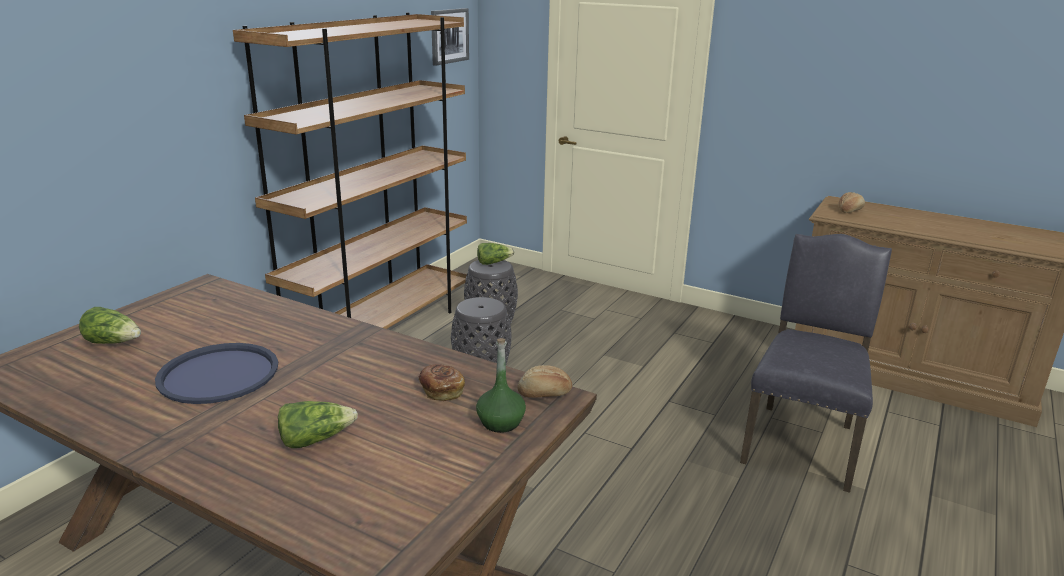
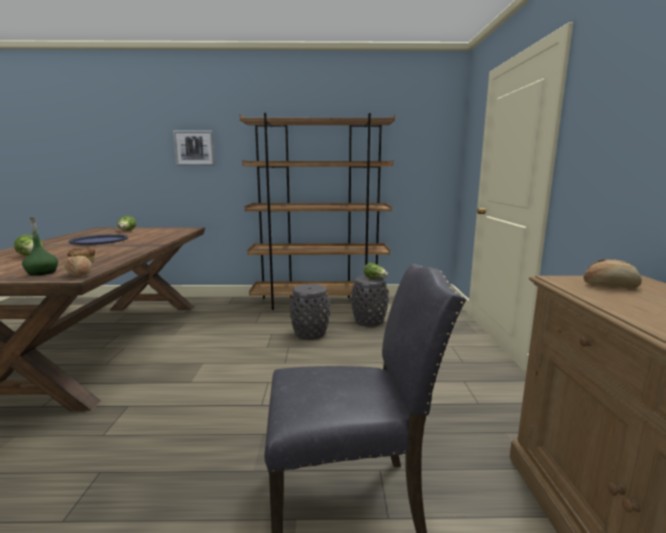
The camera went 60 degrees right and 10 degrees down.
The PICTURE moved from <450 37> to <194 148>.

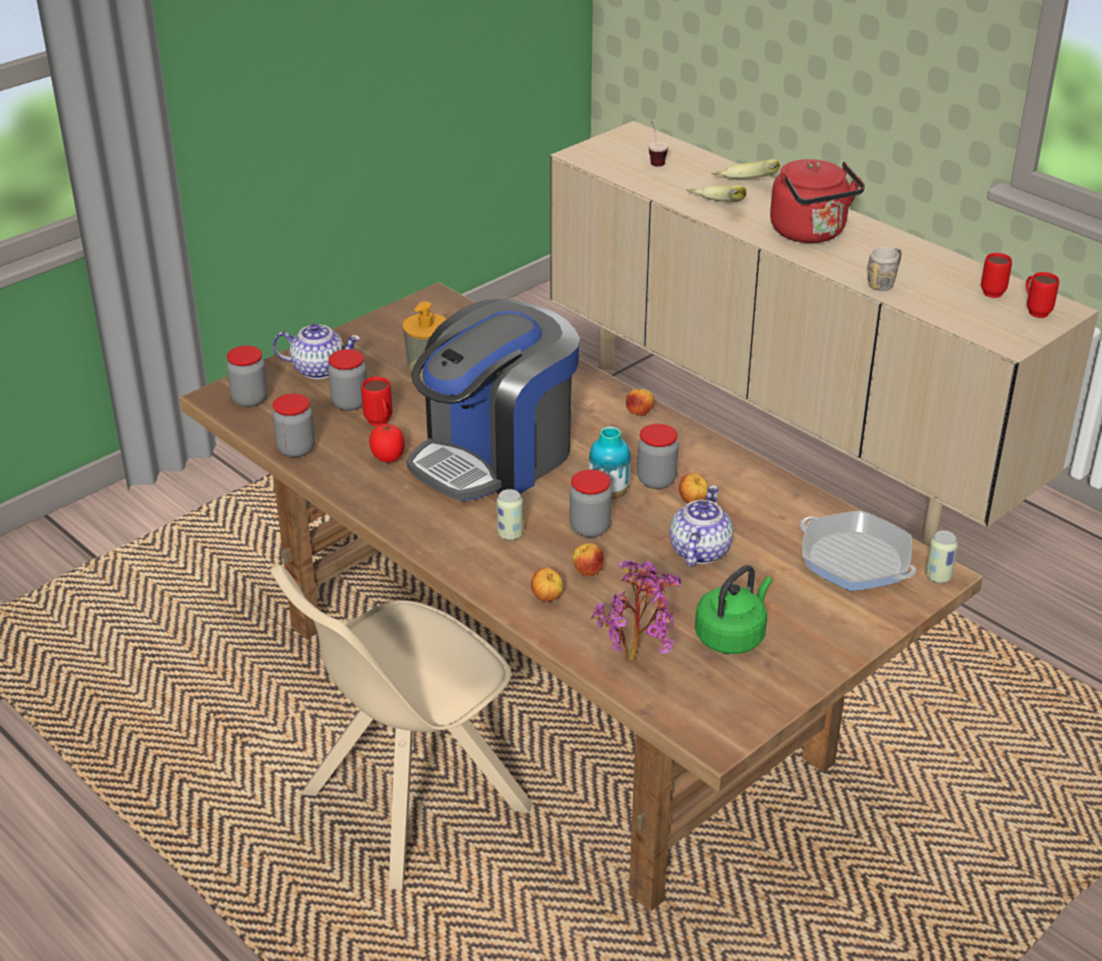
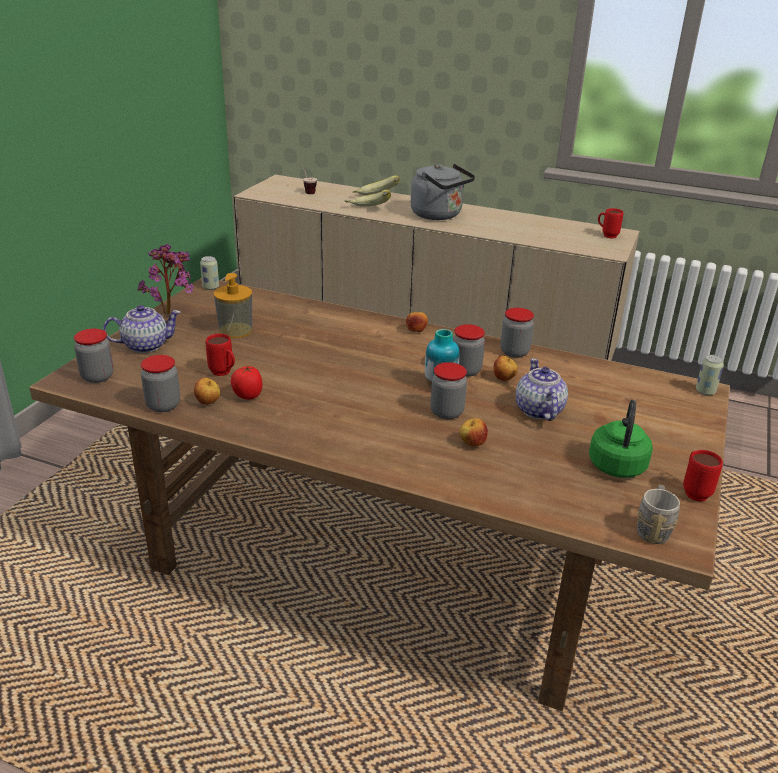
The camera went 25 degrees left and 5 degrees down.
The POTTED PLANT moved from <636 610> to <165 279>.
The APPLE moved from <547 584> to <207 391>.
The CAN moved from <510 514> to <209 273>.
The RED KETTLE at <817 201> became the GREY KETTLE at <443 192>.
The JAR moved from <347 380> to <517 333>.
The GREY MUG moved from <884 269> to <658 514>.
The RED MUG moved from <996 275> to <703 476>.
The BEIGE CHAIR at <402 727> disappeared.
The COFFEE MACHINE at <493 400> disappeared.
The FRYING PAN at <858 551> disappeared.

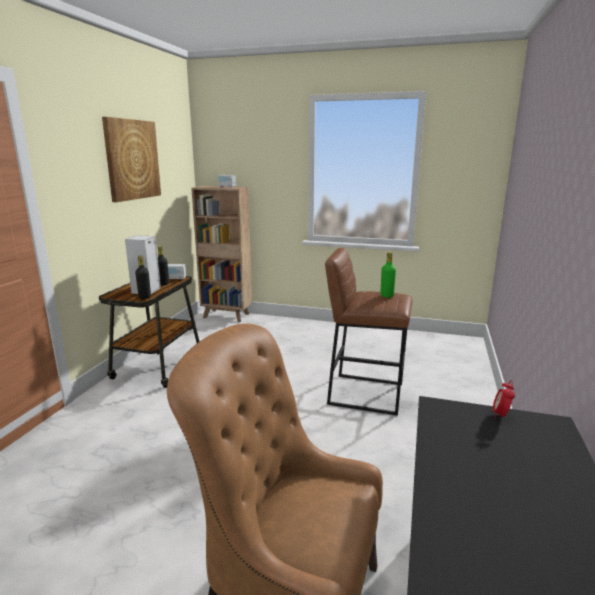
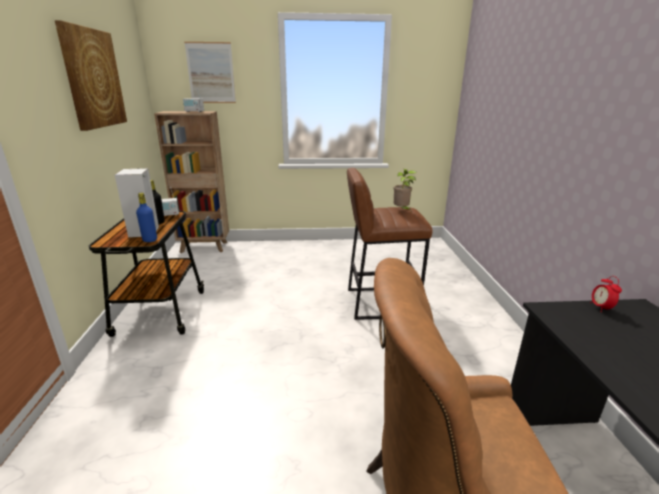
The camera went 20 degrees left and 5 degrees up.
The BLACK BOTTLE at <143 277> became the BLUE BOTTLE at <146 217>.
The PICTURE at <210 72> appeared.
The GREEN BOTTLE at <388 275> was replaced by the POTTED PLANT at <405 190>.

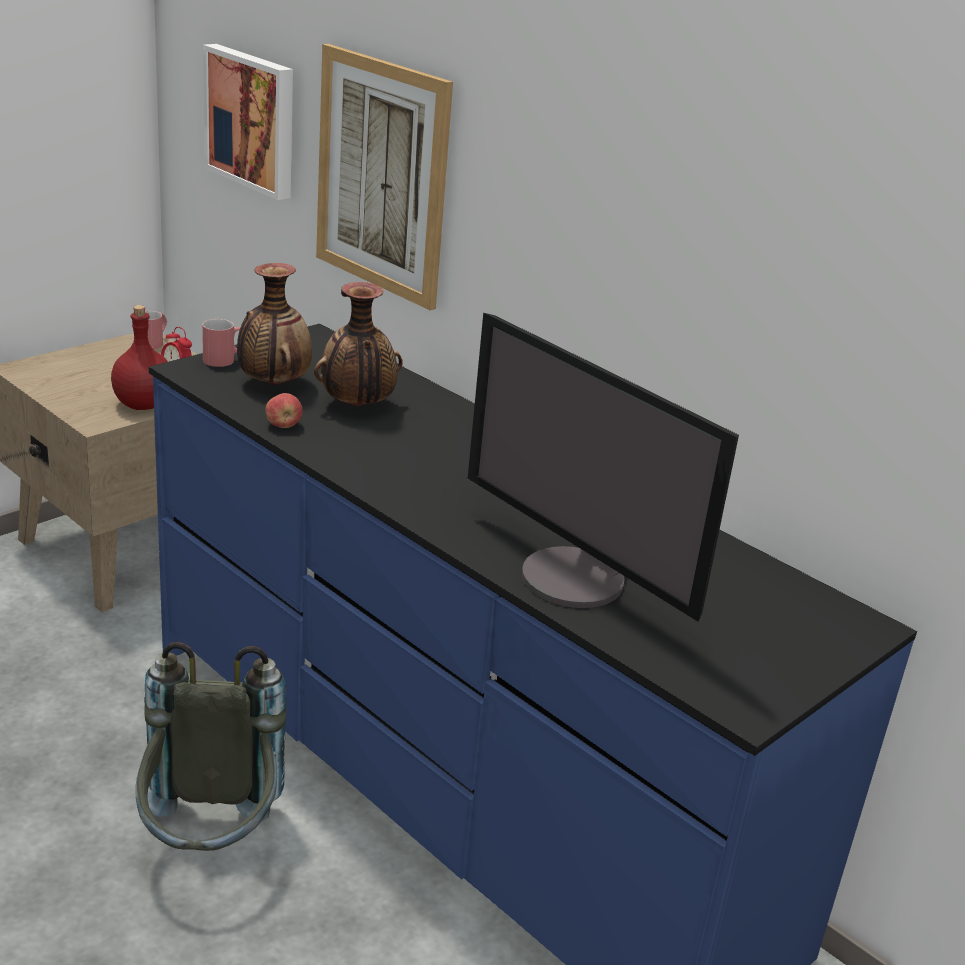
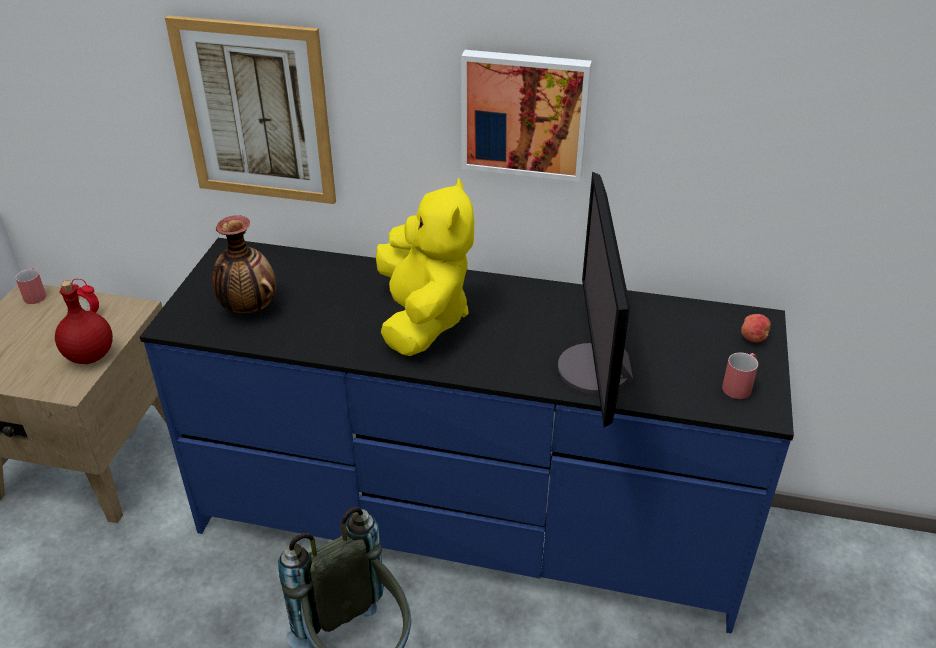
The camera went 30 degrees left and 10 degrees up.
The YELLOW PLUSH TOY at <425 267> appeared.
The PICTURE moved from <248 122> to <526 116>.
The MONITOR at <603 467> turned 75 degrees clockwise.
The RED MUG moved from <221 343> to <740 376>.
The APPLE moved from <284 410> to <756 328>.
The VASE at <358 344> disappeared.

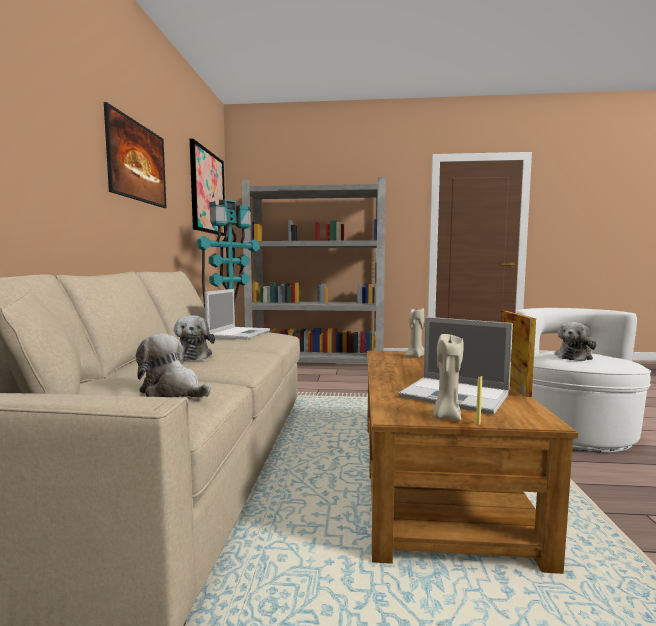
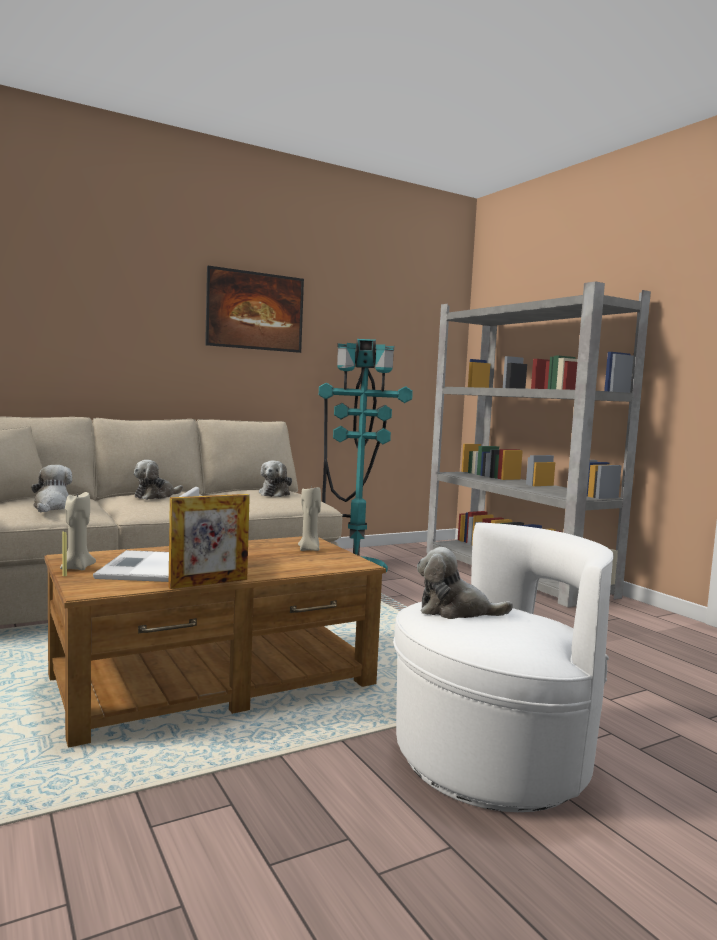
The camera went 55 degrees right and 0 degrees up.
The LAPTOP at <237 314> was replaced by the PLUSH TOY at <275 478>.
The PICTURE at <208 187> disappeared.

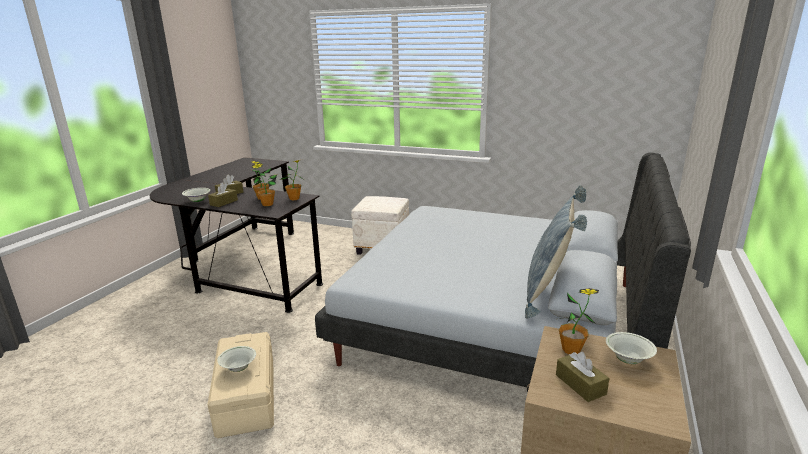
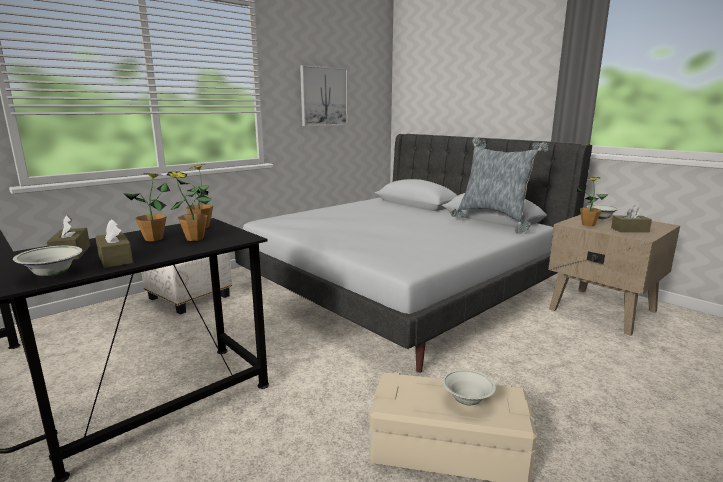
The camera went 65 degrees left and 5 degrees down.
The PICTURE at <324 95> appeared.

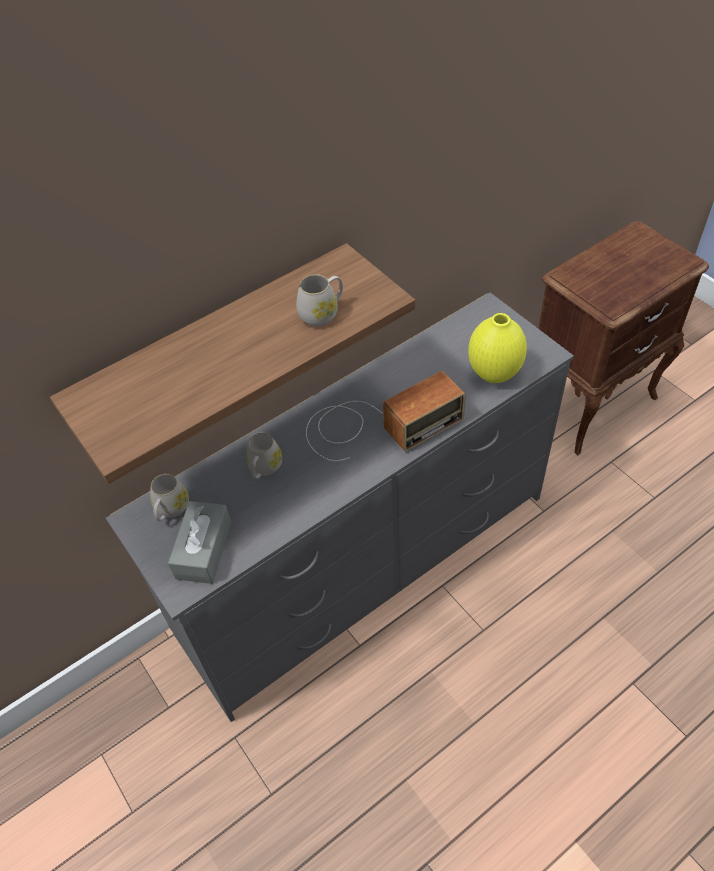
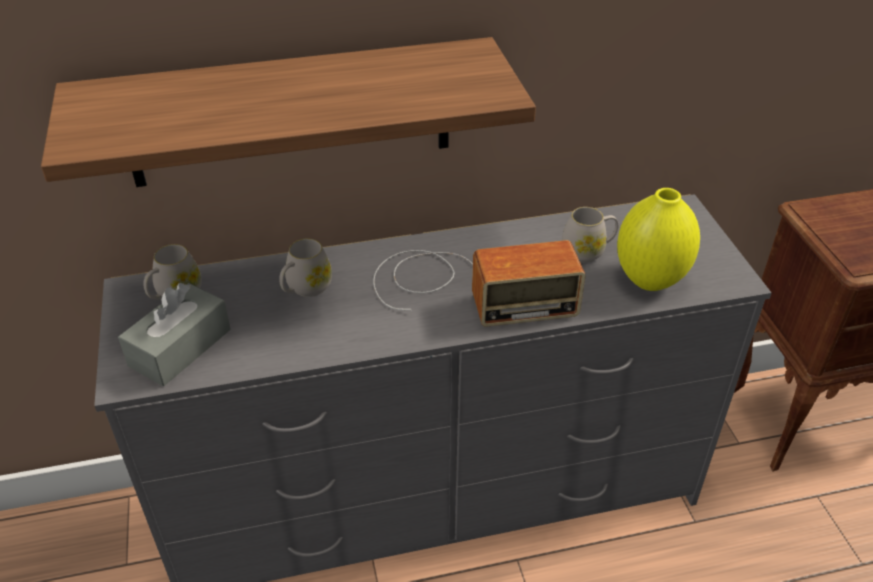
The camera went 20 degrees right and 10 degrees down.
The WHITE MUG moved from <319 300> to <590 235>.

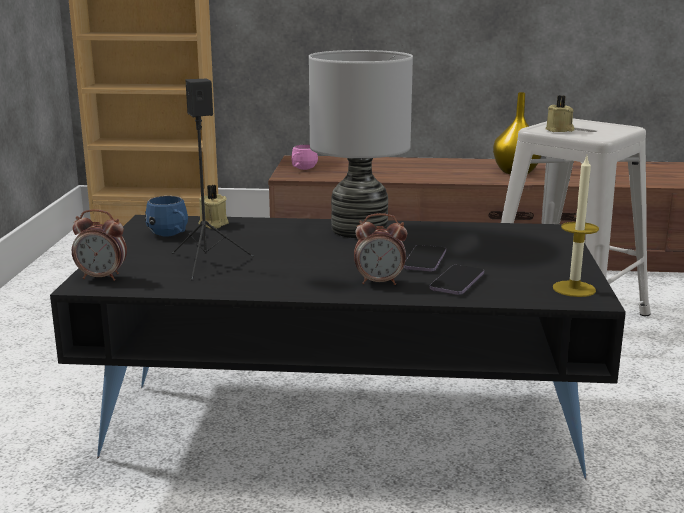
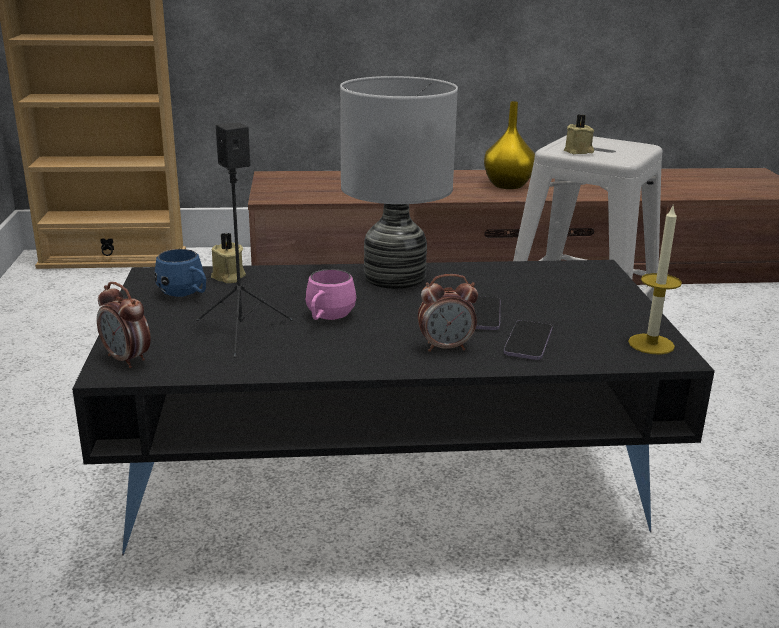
The camera went 10 degrees left and 5 degrees up.
The ALARM CLOCK at <99 245> turned 45 degrees clockwise.
The PINK MUG moved from <304 157> to <330 294>.

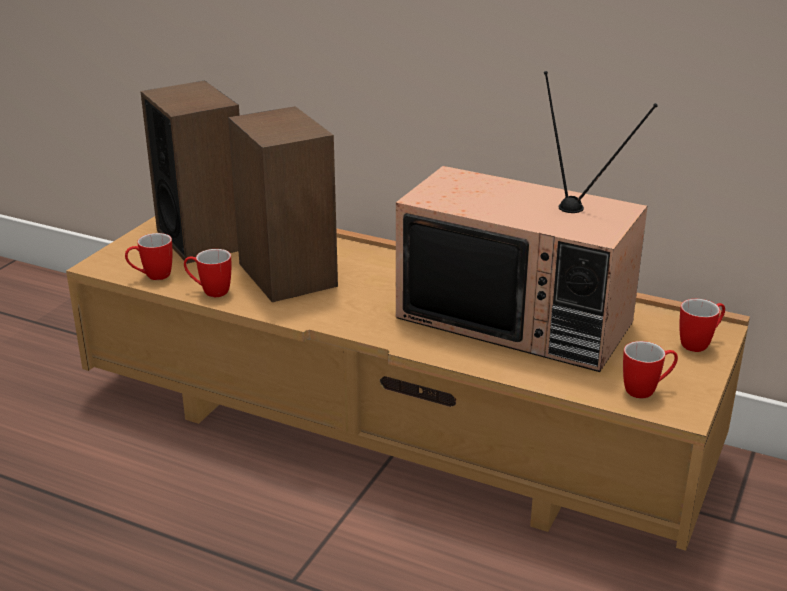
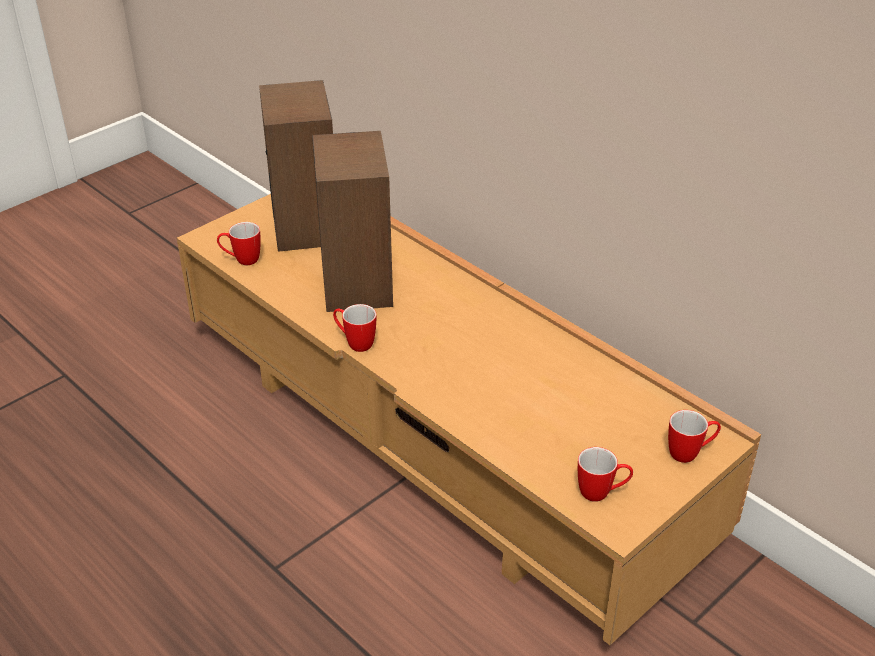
The camera went 20 degrees right and 10 degrees up.
The MUG moved from <207 273> to <354 328>.
The TELEVISION at <527 221> disappeared.

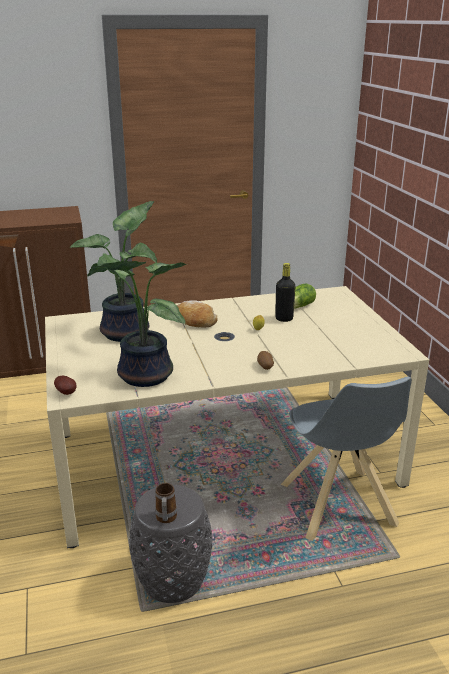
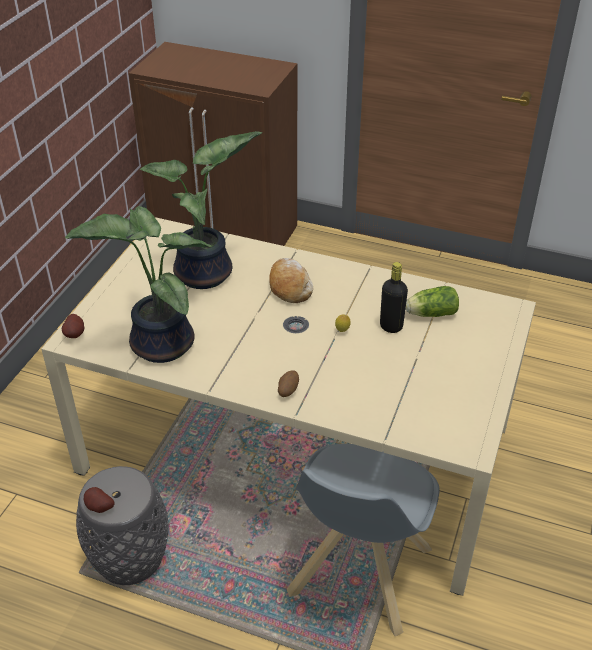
The camera went 35 degrees right and 15 degrees up.
The MUG at <166 503> was replaced by the POTATO at <99 500>.

